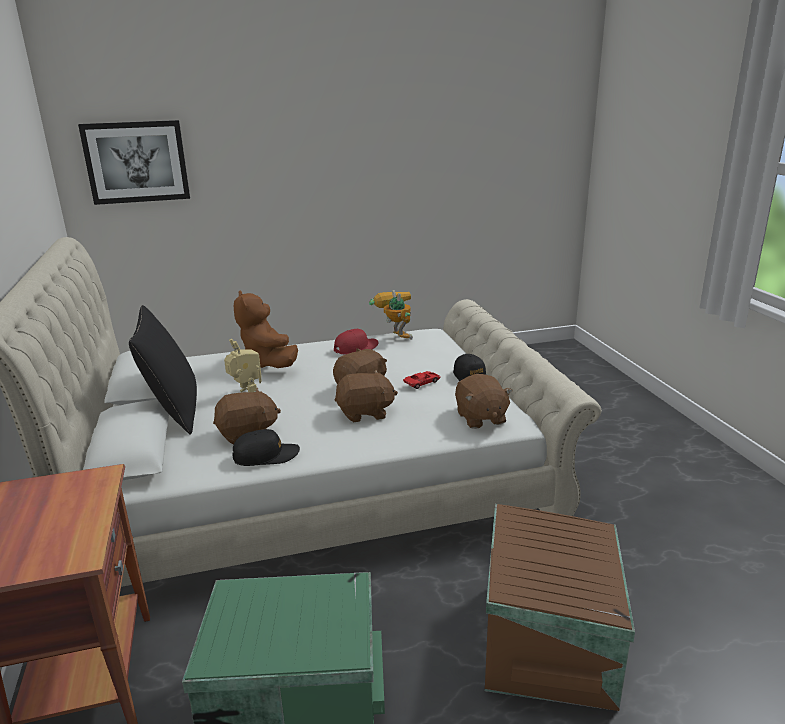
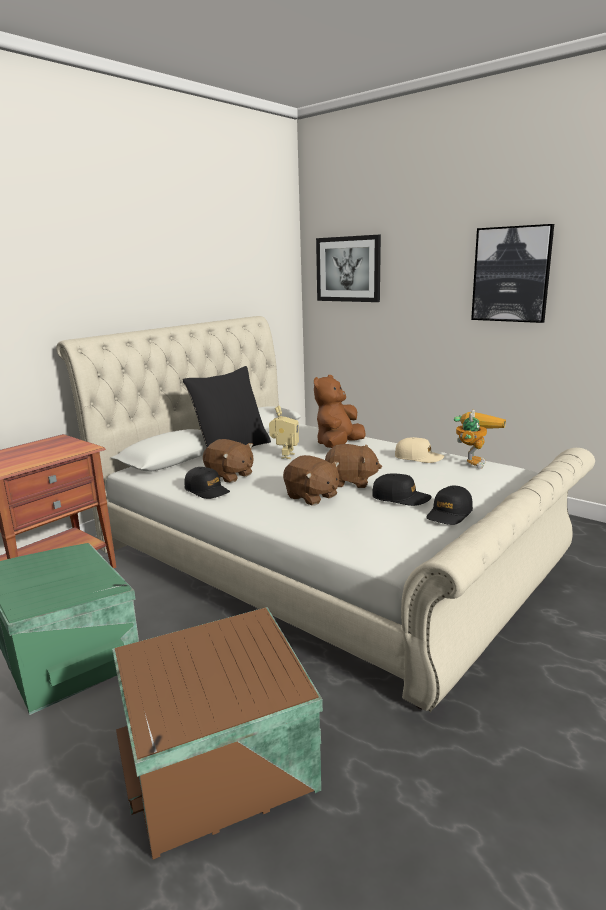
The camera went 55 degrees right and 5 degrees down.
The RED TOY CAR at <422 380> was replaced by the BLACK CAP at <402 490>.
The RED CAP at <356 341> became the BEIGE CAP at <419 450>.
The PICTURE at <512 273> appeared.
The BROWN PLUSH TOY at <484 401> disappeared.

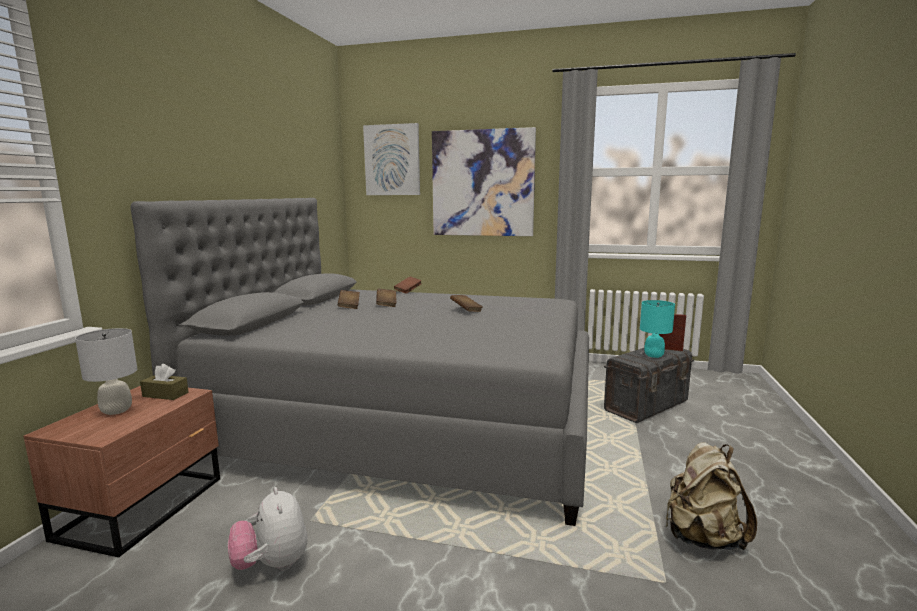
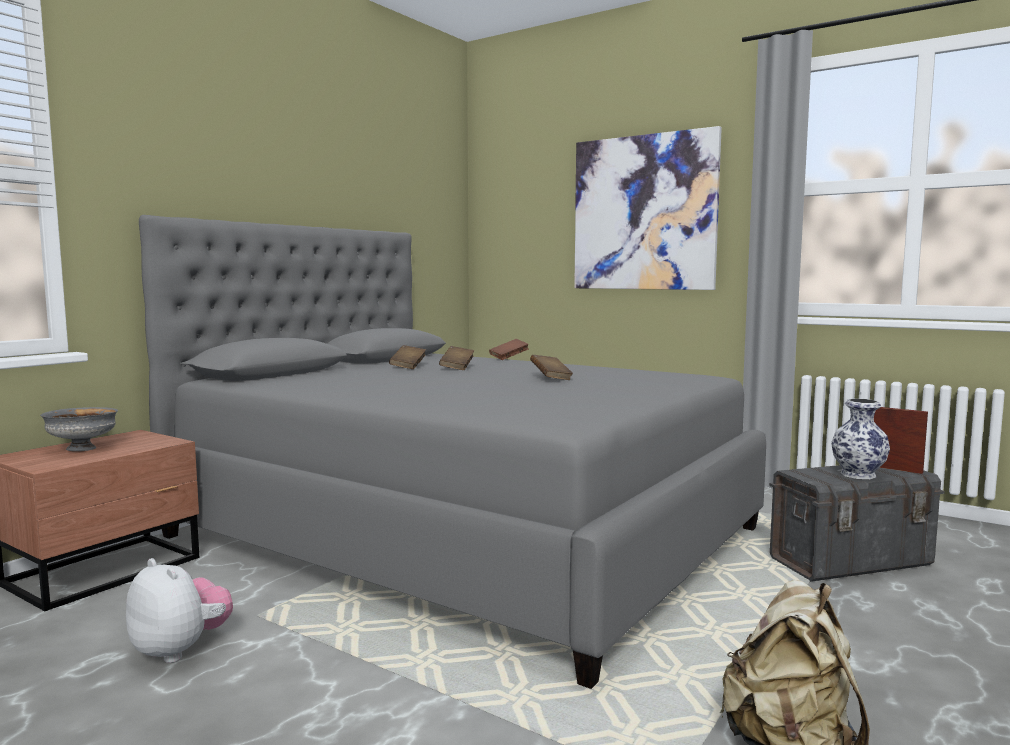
The camera went 20 degrees right and 5 degrees down.
The GREY TABLE LAMP at <106 371> was replaced by the GREY BOWL at <79 429>.
The PLUSH TOY at <268 529> turned 135 degrees clockwise.
The TURQUOISE TABLE LAMP at <657 329> was replaced by the VASE at <860 439>.
The BROWN TISSUE BOX at <164 382> disappeared.
The PICTURE at <391 159> disappeared.

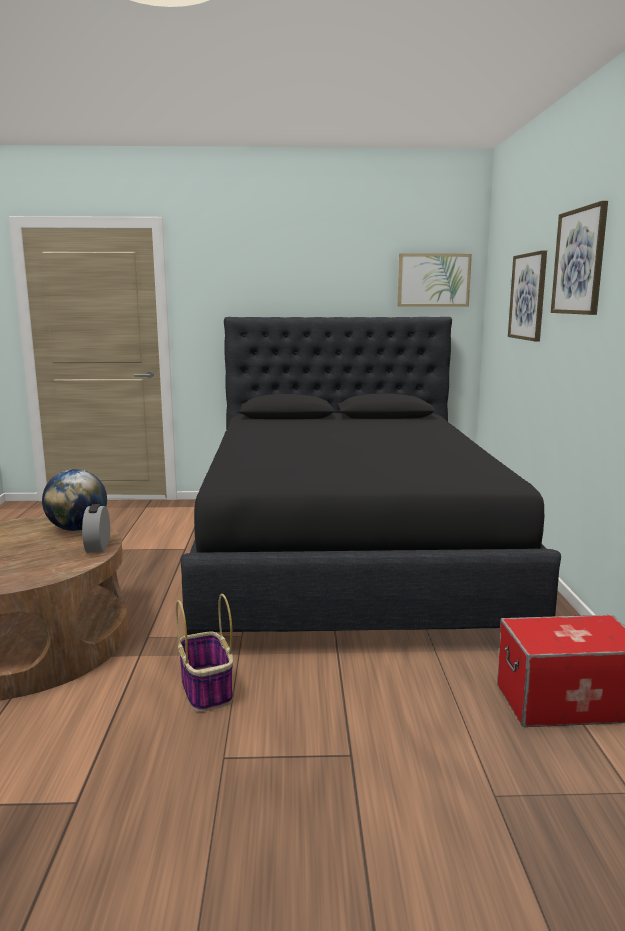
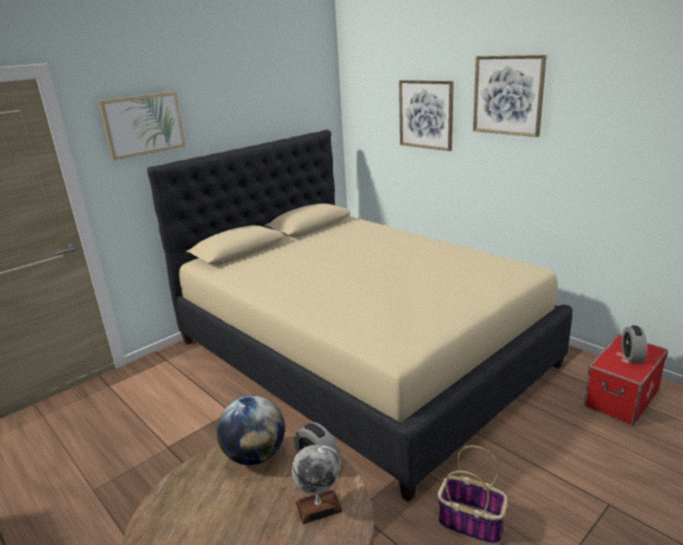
The camera went 40 degrees left and 10 degrees up.
The PICTURE moved from <435 280> to <142 126>.
The BLACK BED at <370 476> became the BEIGE BED at <360 316>.
The GLOBE at <317 484> appeared.
The ALARM CLOCK at <634 344> appeared.

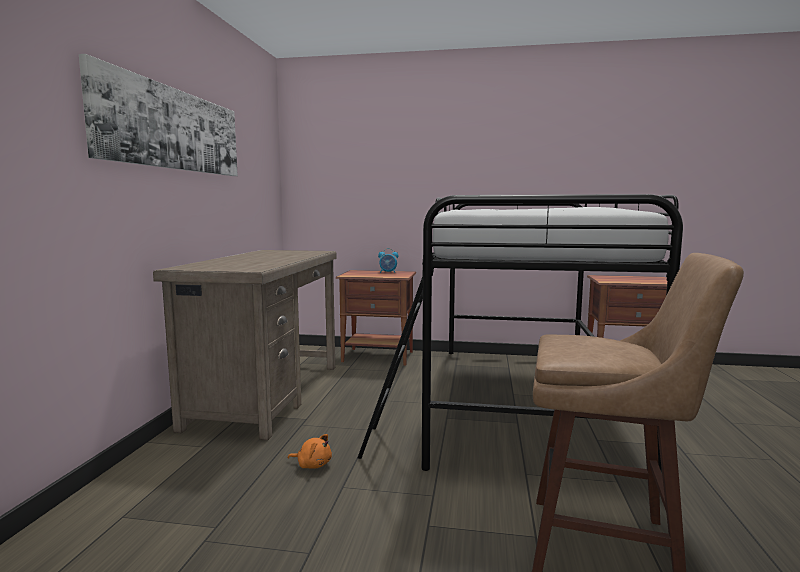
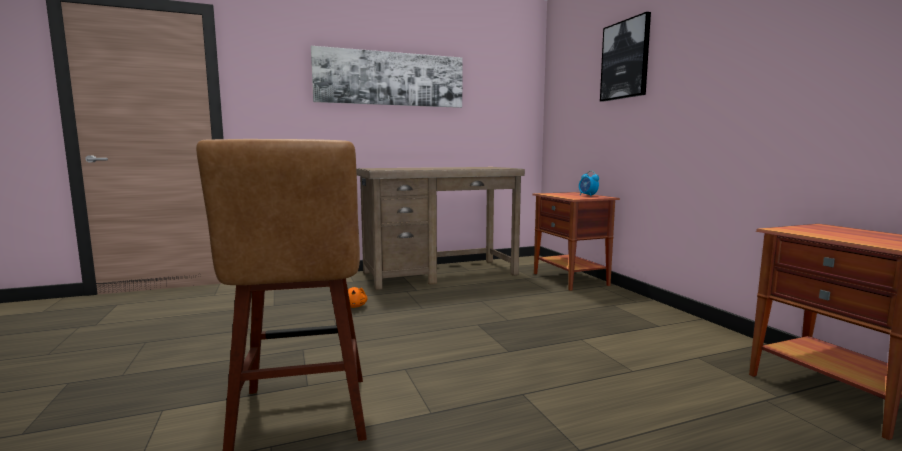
The camera went 60 degrees right and 0 degrees up.
The PICTURE at <625 57> appeared.
The BLACK BED at <520 333> disappeared.

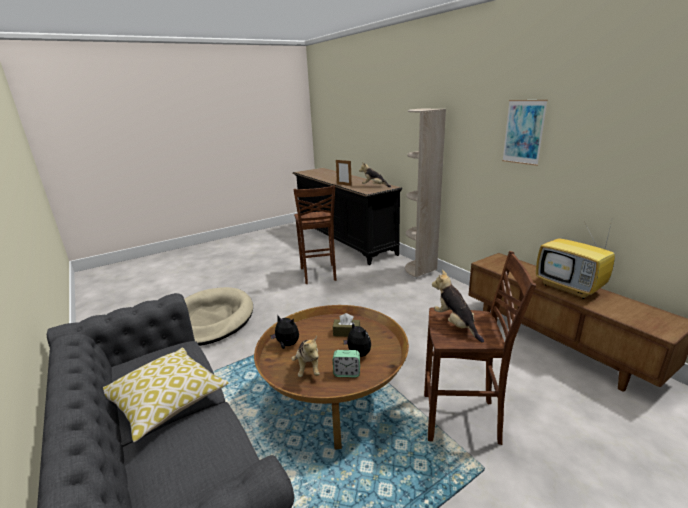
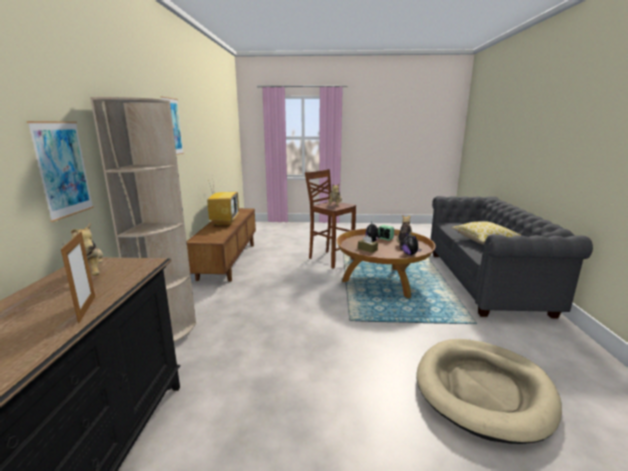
The camera went 145 degrees left and 5 degrees down.
The PICTURE at <60 171> appeared.
The BROWN STOOL at <315 234> disappeared.

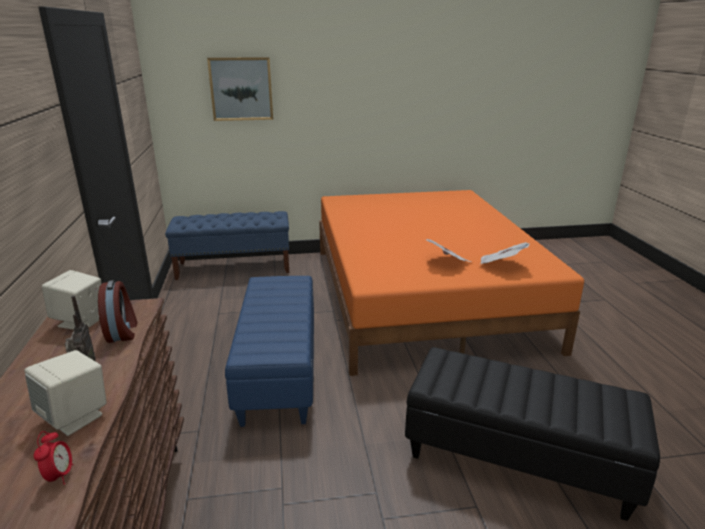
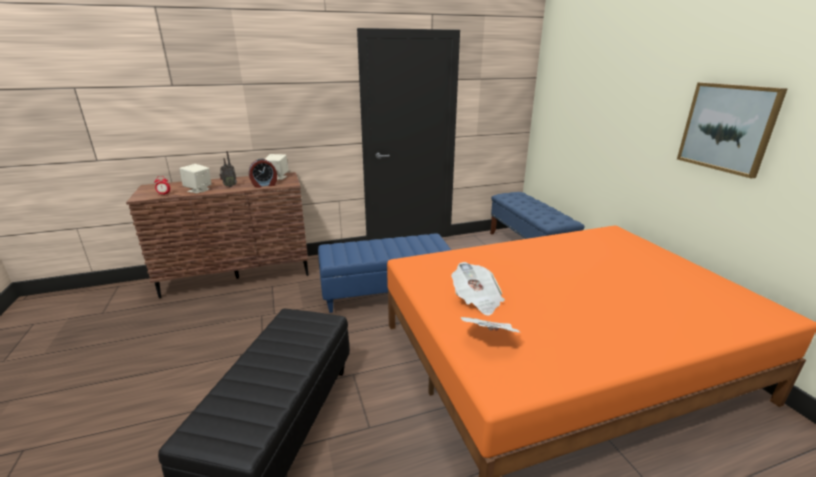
The camera went 80 degrees right and 0 degrees up.
The PICTURE moved from <240 89> to <732 130>.

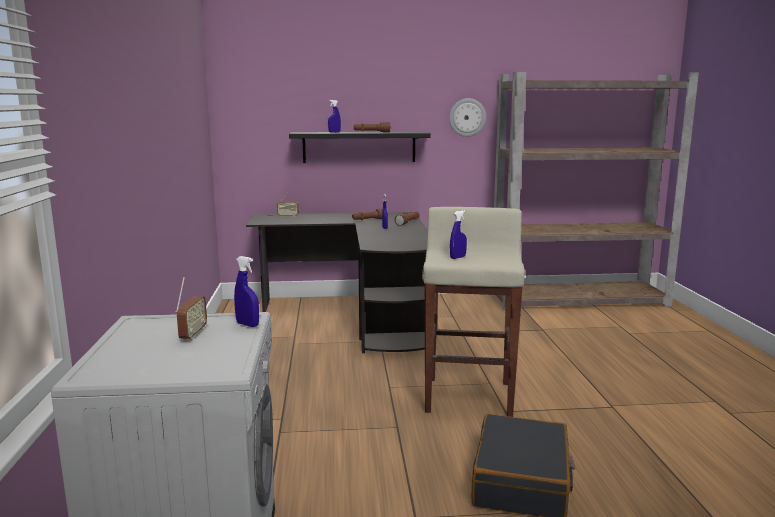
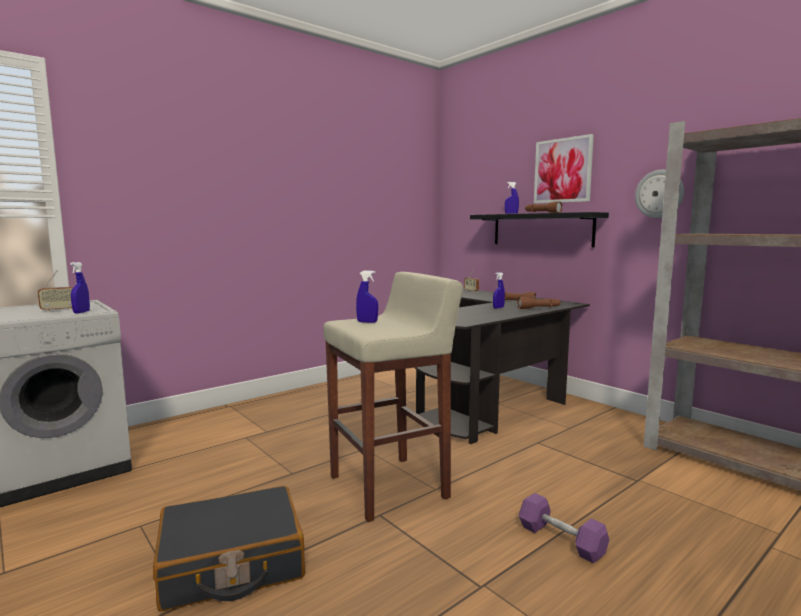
The camera went 55 degrees right and 5 degrees down.
The PURPLE DUMBBELL at <564 528> appeared.
The PICTURE at <564 168> appeared.

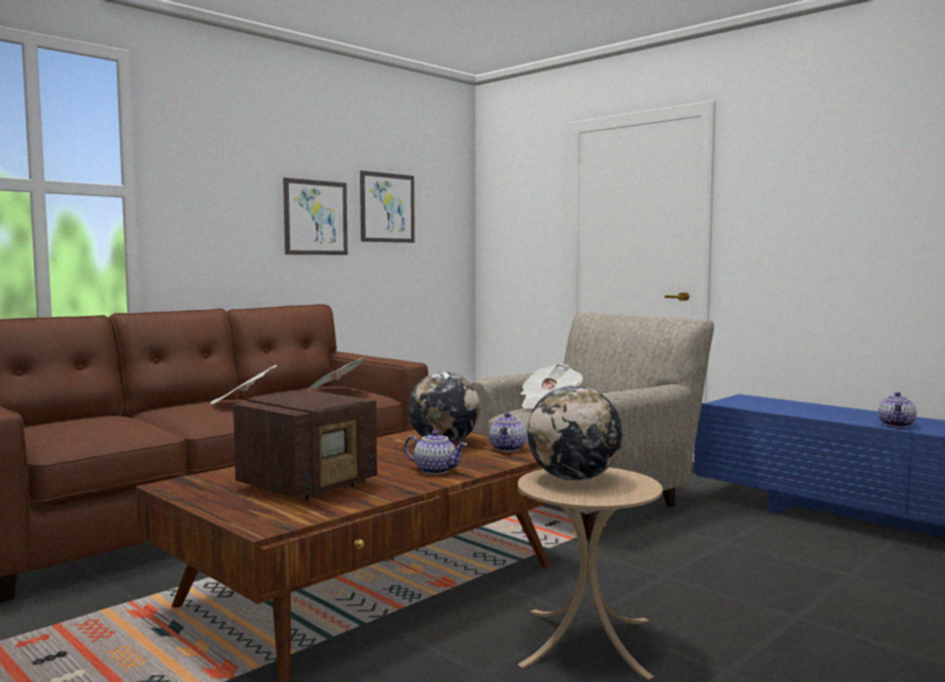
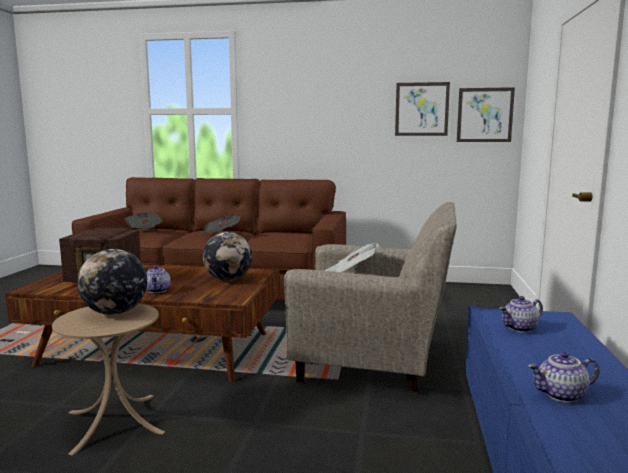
The camera went 55 degrees right and 5 degrees up.
The NEWSPAPER moved from <335 373> to <143 221>.
The PICTURE moved from <315 216> to <486 114>.
The TEAPOT moved from <507 432> to <521 314>.

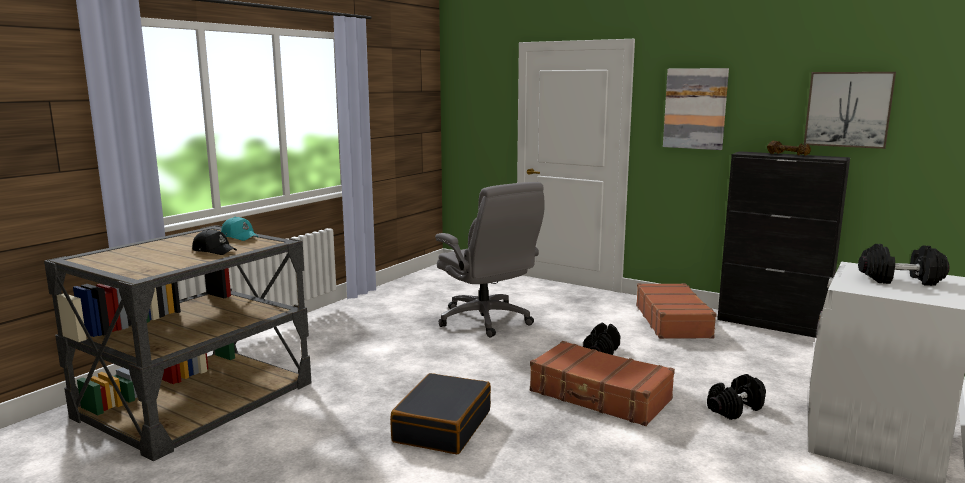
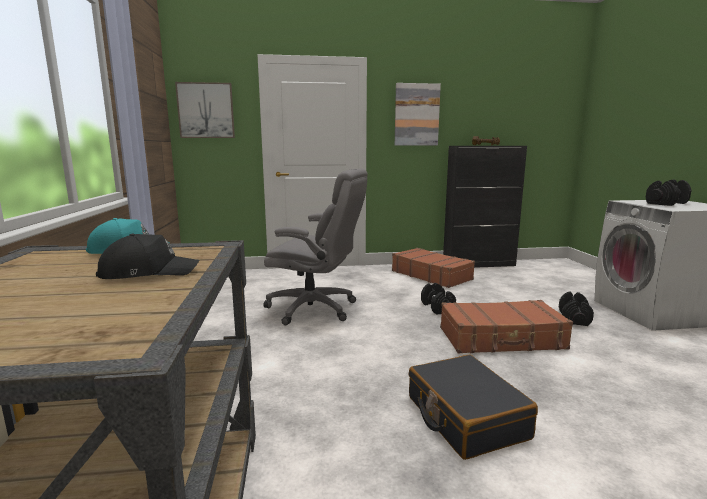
The camera went 40 degrees left and 0 degrees up.
The PICTURE moved from <850 110> to <205 110>.

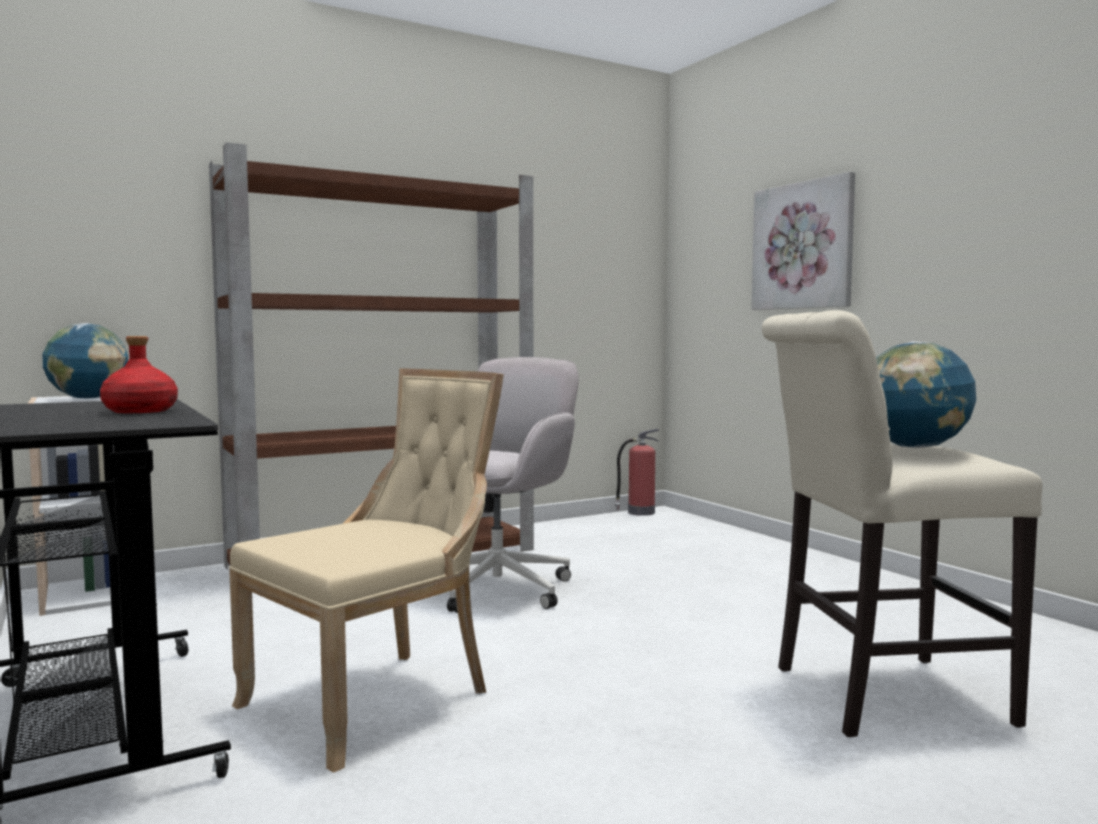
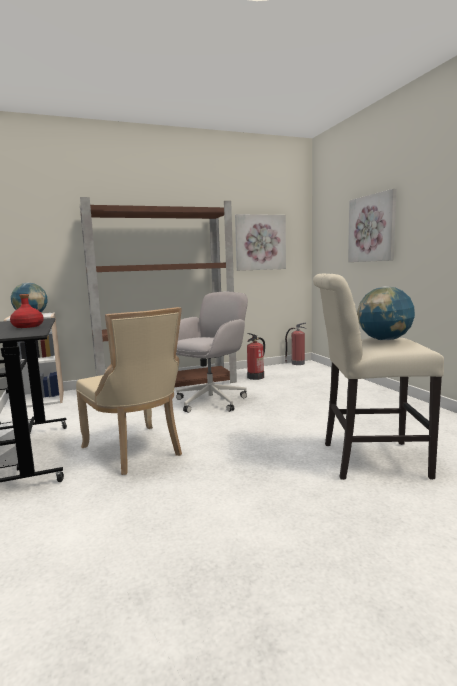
The camera went 10 degrees right and 5 degrees up.
The BEIGE CHAIR at <366 571> turned 90 degrees clockwise.
The PICTURE at <260 242> appeared.
The FIRE EXTINGUISHER at <256 356> appeared.

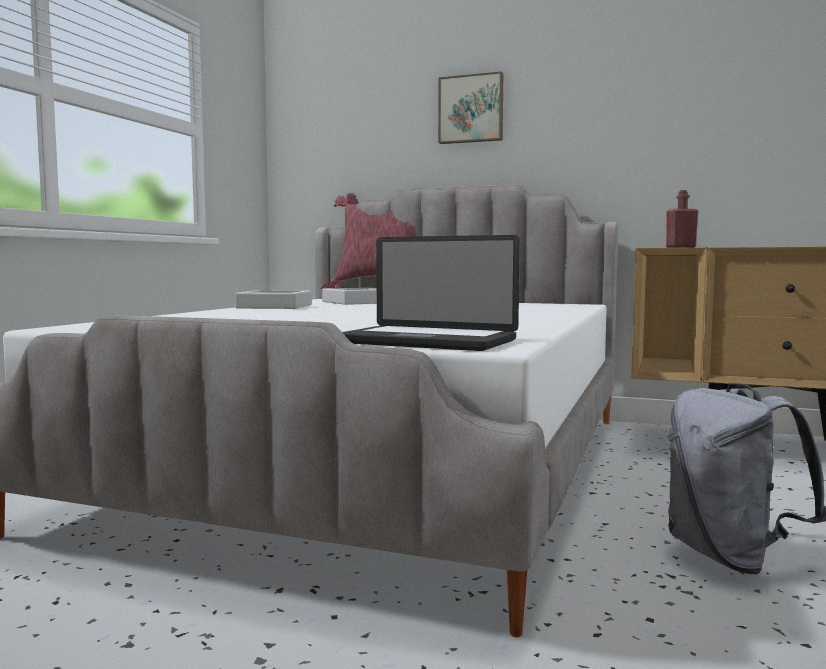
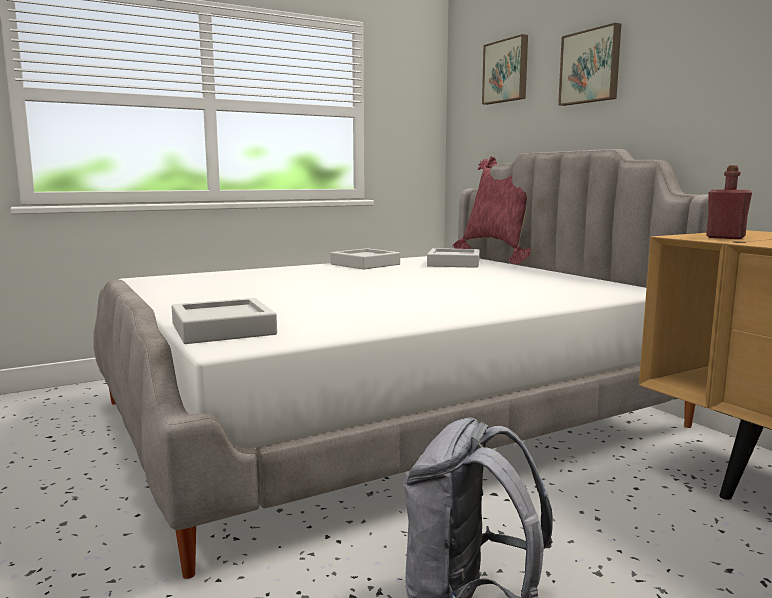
The camera went 40 degrees right and 5 degrees up.
The LAPTOP at <431 293> was replaced by the GREY TRAY at <224 321>.
The PICTURE at <505 69> appeared.

